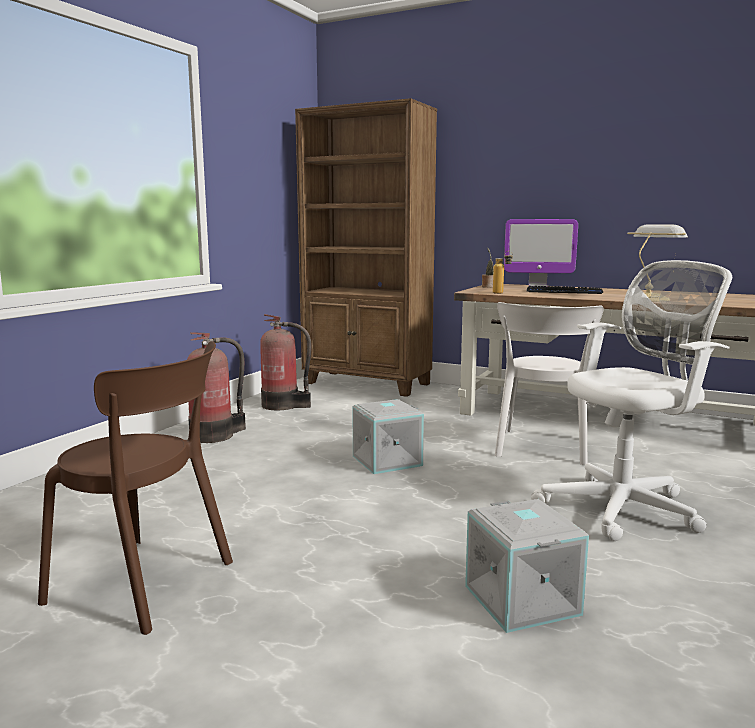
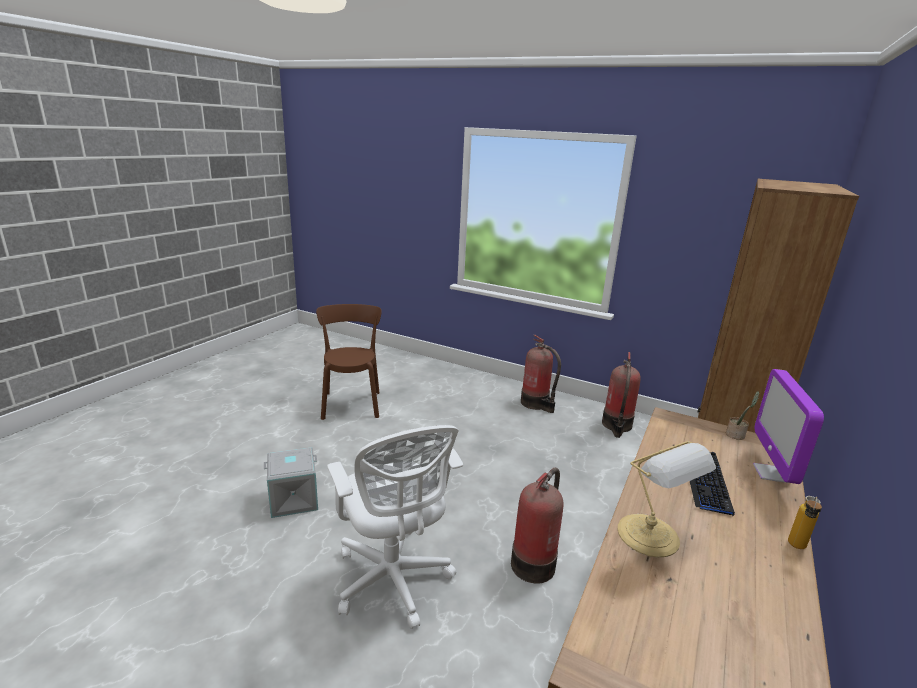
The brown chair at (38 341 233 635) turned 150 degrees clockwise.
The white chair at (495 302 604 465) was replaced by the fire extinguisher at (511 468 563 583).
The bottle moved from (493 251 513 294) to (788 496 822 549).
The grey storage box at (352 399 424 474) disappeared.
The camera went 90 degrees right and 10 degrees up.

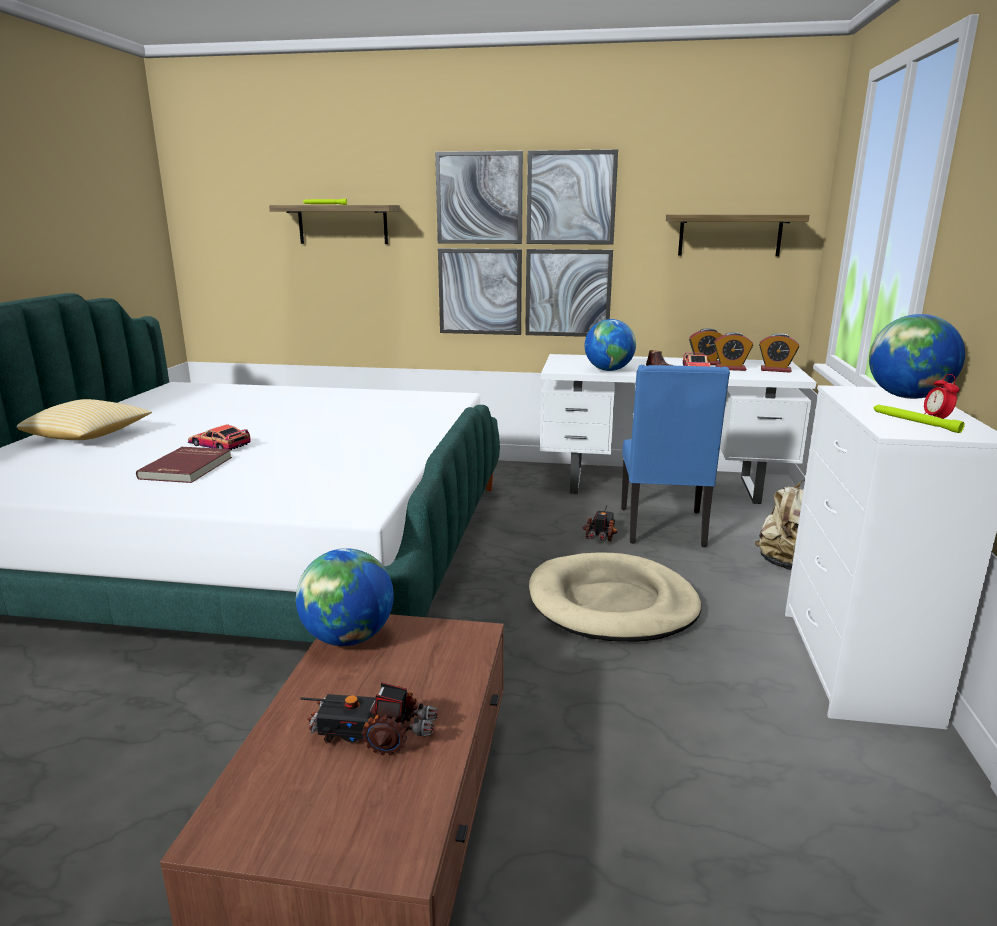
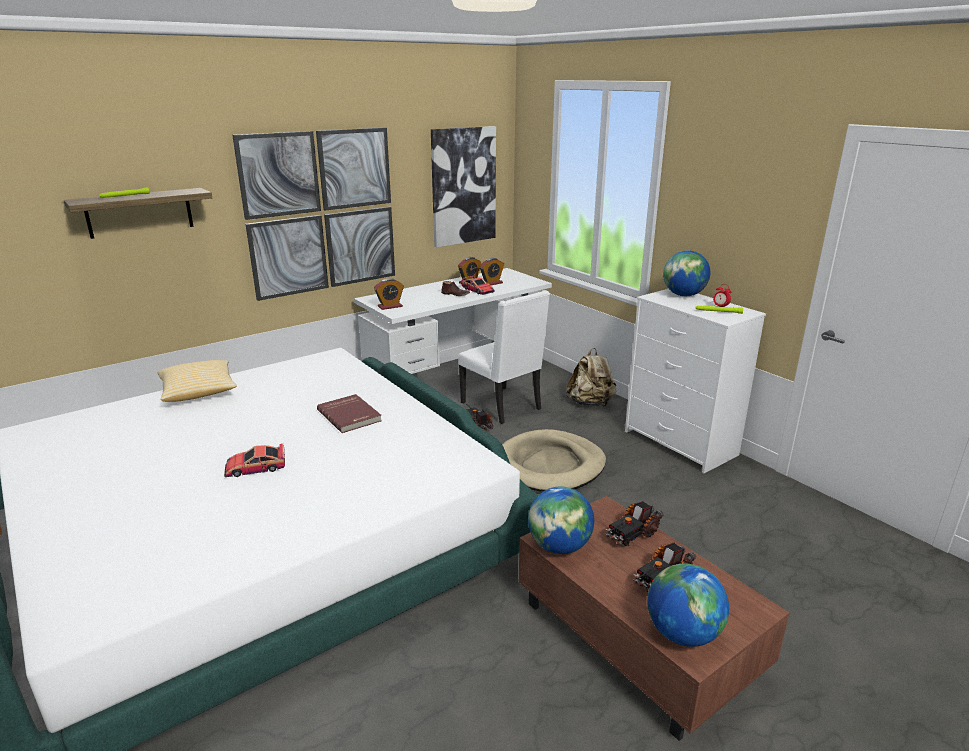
The pillow moved from (17 399 152 440) to (158 360 237 402).
The red book moved from (136 447 232 483) to (317 394 382 433).
The alarm clock moved from (759 333 799 373) to (374 278 404 310).
The shelf at (666 214 809 256) was replaced by the picture at (431 126 496 247).
The blue chair at (621 365 730 547) became the white chair at (458 290 550 424).
The toy truck at (605 501 664 546) appeared.
The globe moved from (585 319 636 371) to (647 564 729 647).
The camera went 45 degrees left and 5 degrees up.

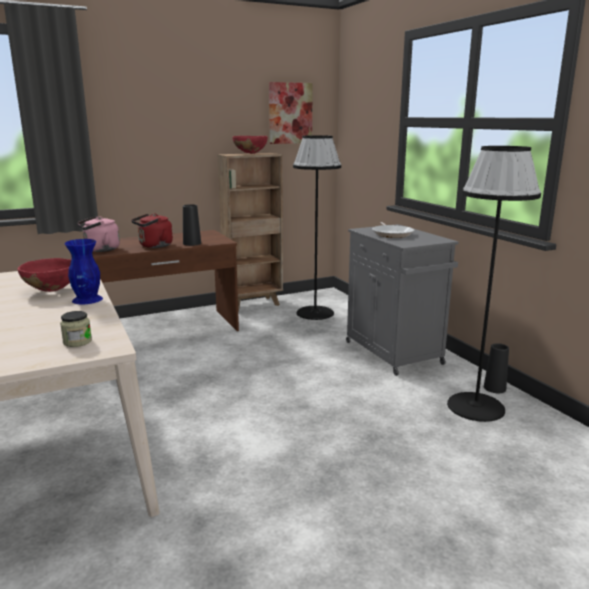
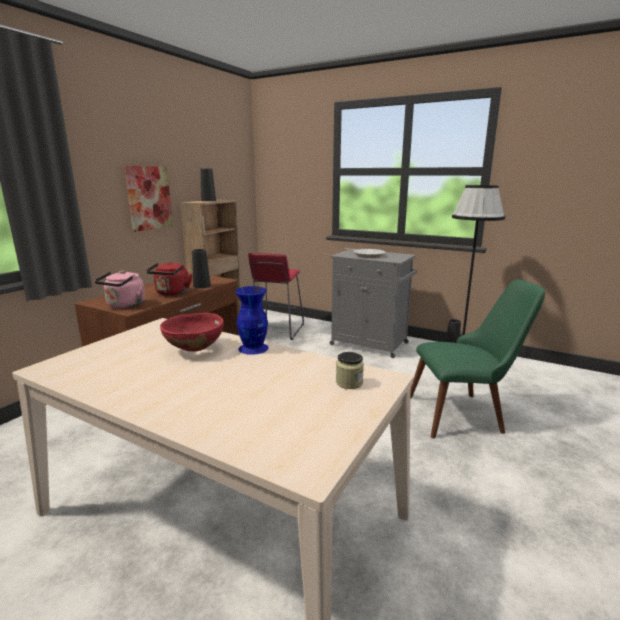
The picture moved from (269 82 313 144) to (124 166 173 232).
The red bowl at (232 136 268 154) was replaced by the black vase at (200 168 216 201).
The black floor lamp at (293 135 341 320) was replaced by the red stool at (248 253 304 340).
The green chair at (410 280 545 438) appeared.
The camera went 35 degrees left and 0 degrees up.

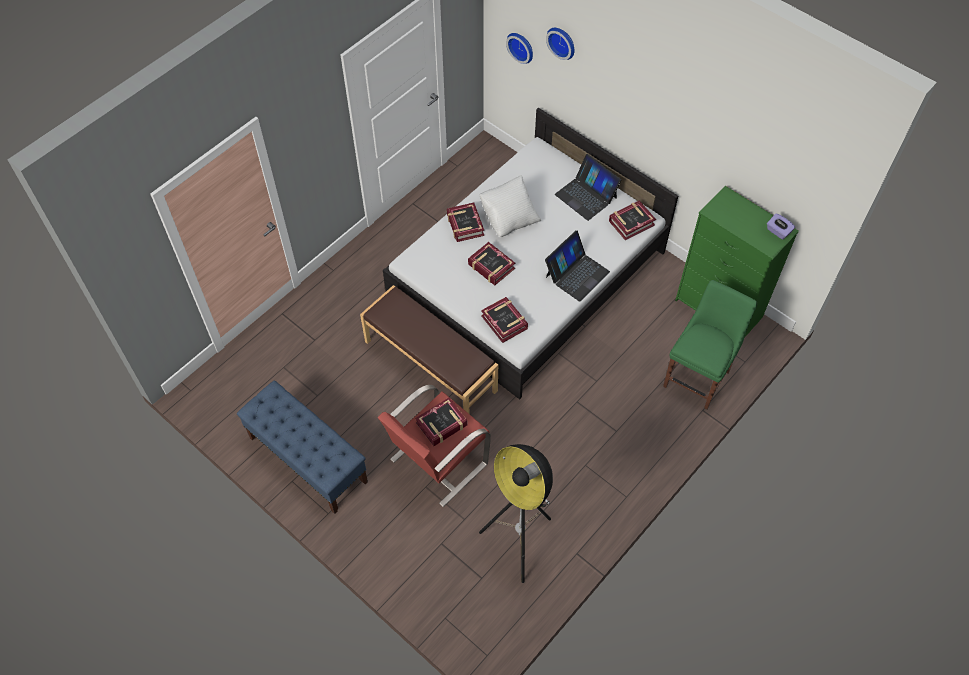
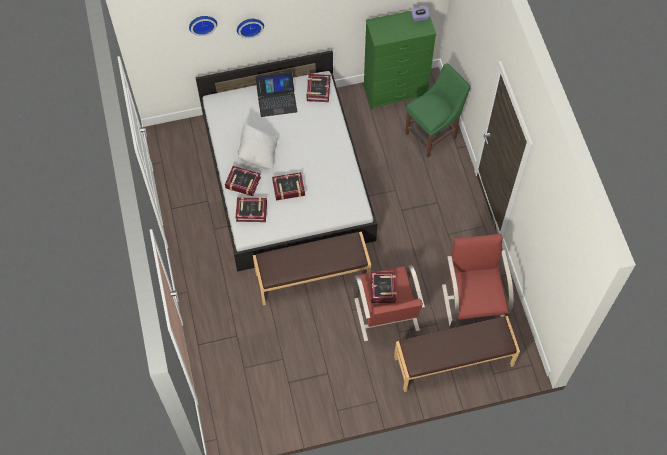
The book moved from (481 297 528 343) to (236 197 267 222).
The wall clock moved from (506 33 533 64) to (237 19 264 38).
The brown bench at (394 316 520 392) appeared.
The green chair at (663 280 757 409) turned 75 degrees clockwise.
The floor lamp at (479 444 553 583) was replaced by the red armchair at (442 234 514 328).
The blue bench at (237 380 368 514) disappeared.
The laptop at (545 230 610 302) disappeared.
The camera went 55 degrees left and 5 degrees up.

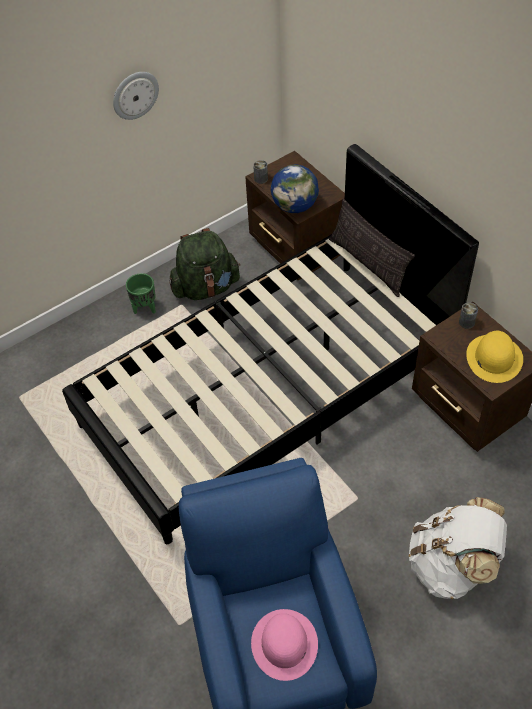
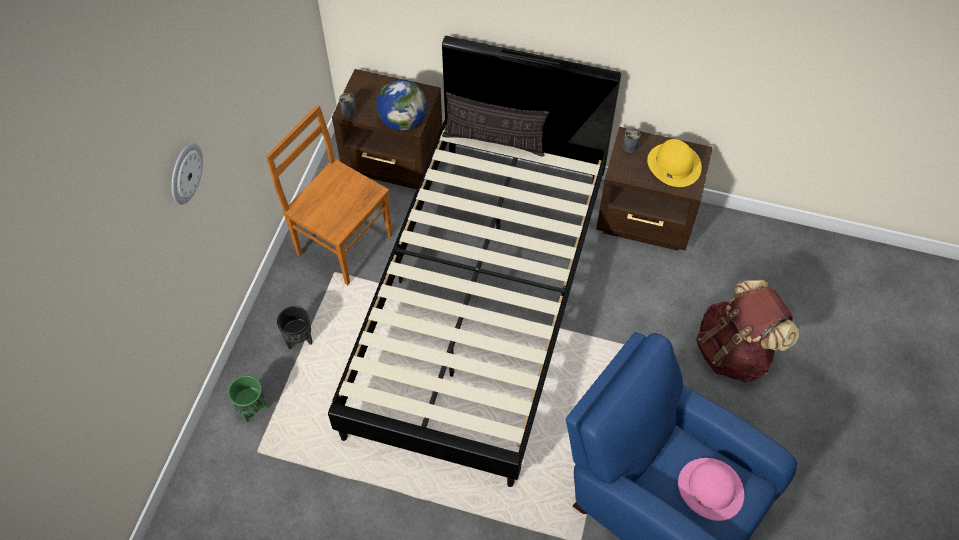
The wall clock moved from (113 72 159 120) to (171 143 203 205).
The green planter moved from (126 273 156 314) to (228 376 268 422).
The green backpack at (169 228 240 300) was replaced by the brown chair at (266 105 392 285).
The black planter at (277 306 313 350) appeared.
The white backpack at (409 497 507 599) became the brown backpack at (696 279 799 383).
The camera went 40 degrees left and 5 degrees up.

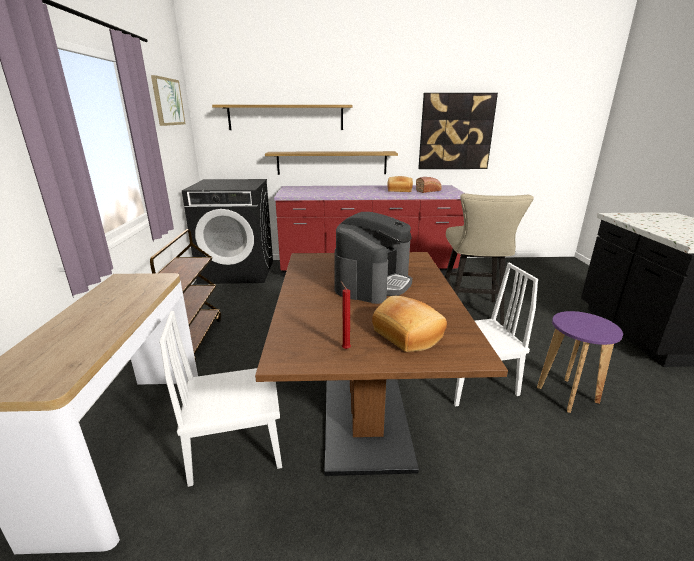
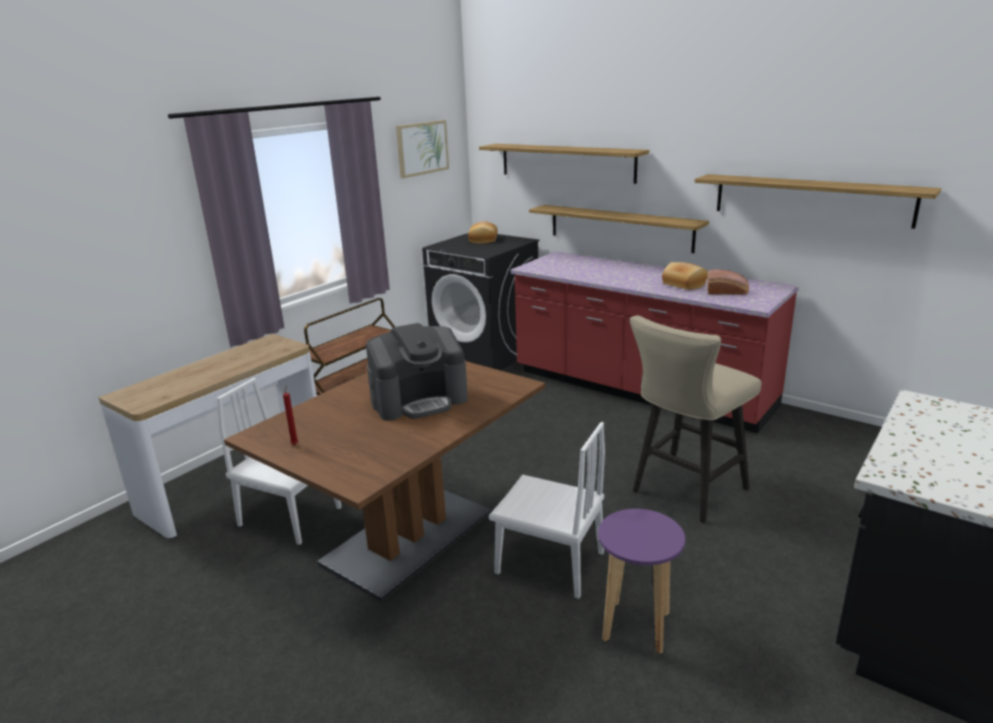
The bread moved from (372 296 447 352) to (468 221 498 244).
The picture at (418 93 498 169) was replaced by the shelf at (695 174 941 229).
The camera went 40 degrees right and 0 degrees up.

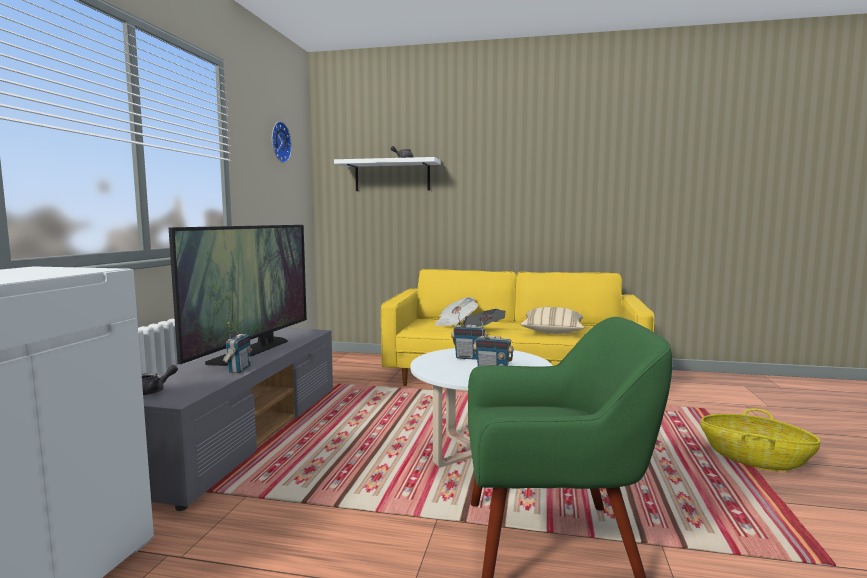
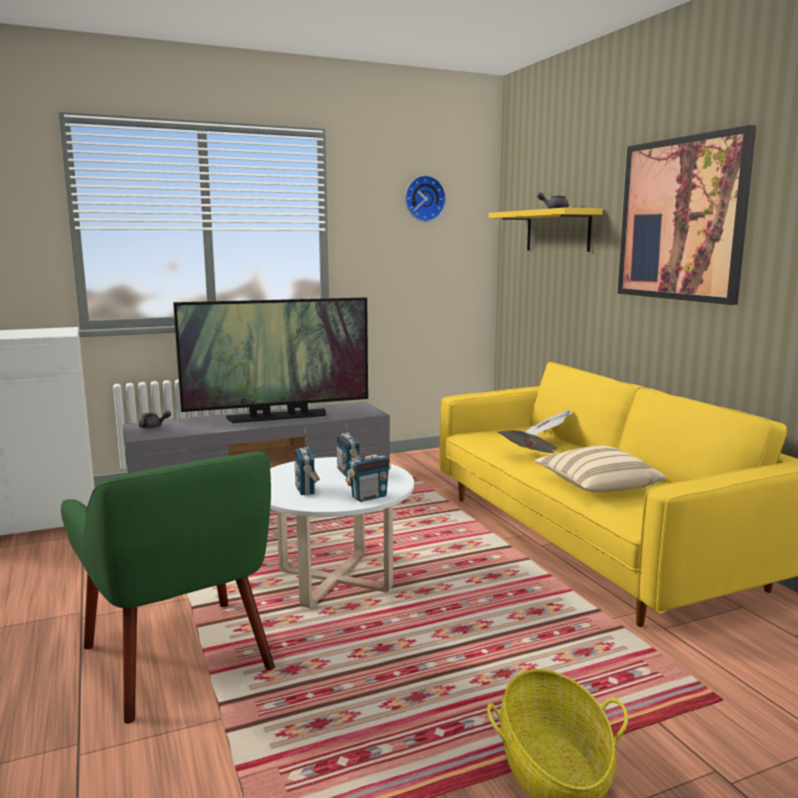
The radio moved from (223 322 252 373) to (346 439 391 502).
The white shelf at (334 157 441 191) became the yellow shelf at (489 208 603 252).
The picture at (618 125 756 305) appeared.
The camera went 55 degrees right and 5 degrees up.

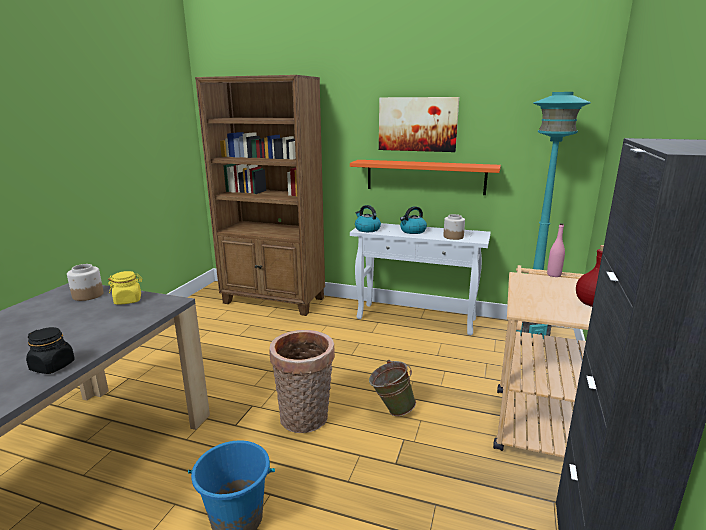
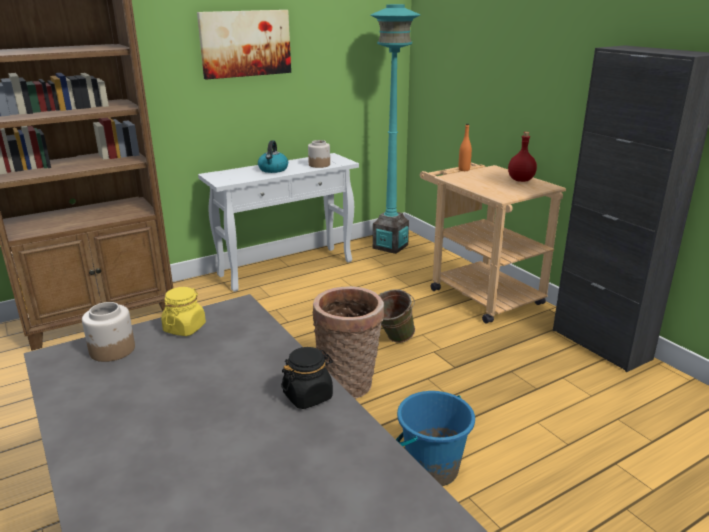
The pink bottle at (547 223 565 277) became the orange bottle at (458 124 472 171).
The orange shelf at (350 160 501 195) disappeared.
The kettle at (355 205 381 232) disappeared.
The camera went 50 degrees left and 5 degrees up.

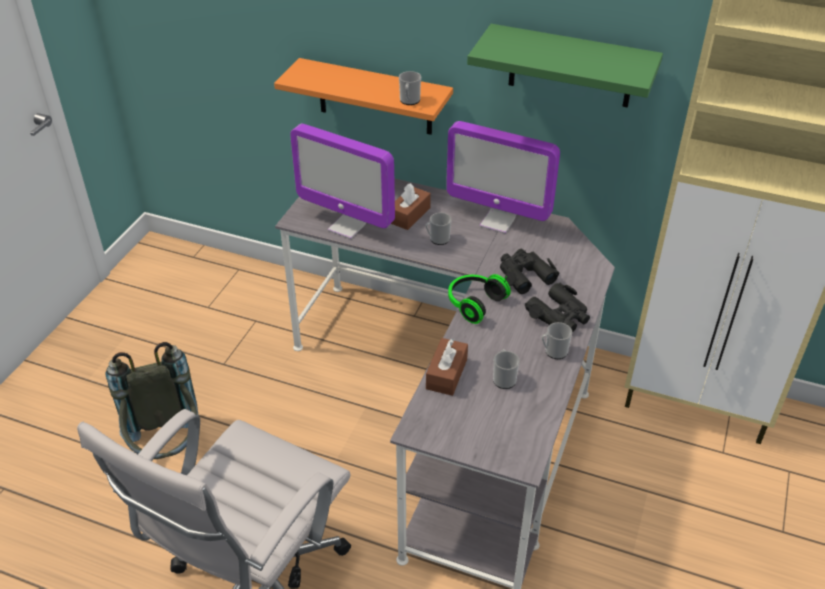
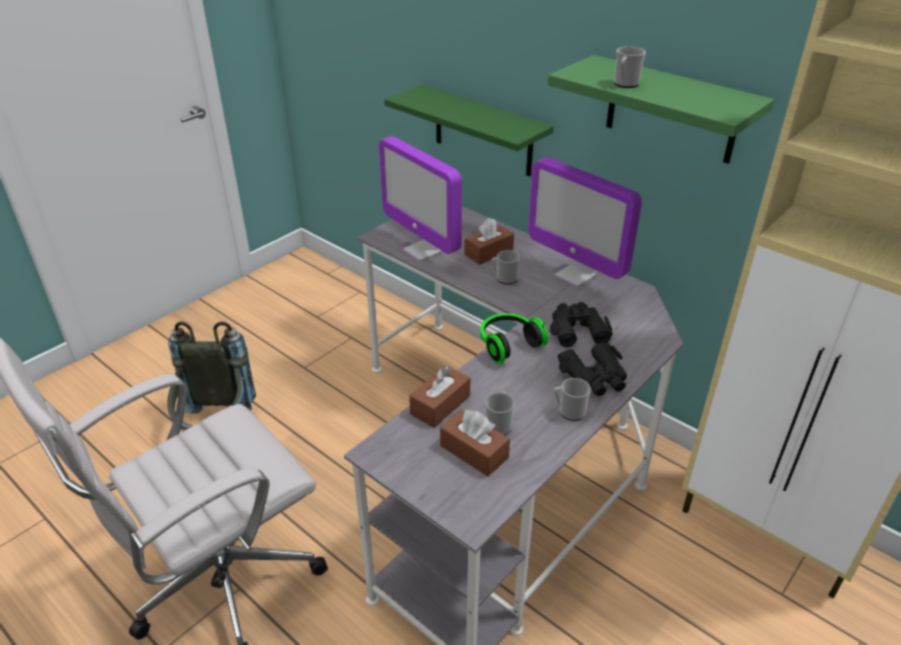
The orange shelf at (274 58 453 135) became the green shelf at (384 85 554 176).
The brown tissue box at (440 409 510 476) appeared.
The mug moved from (399 71 421 105) to (614 47 646 88).
The camera went 20 degrees right and 5 degrees down.

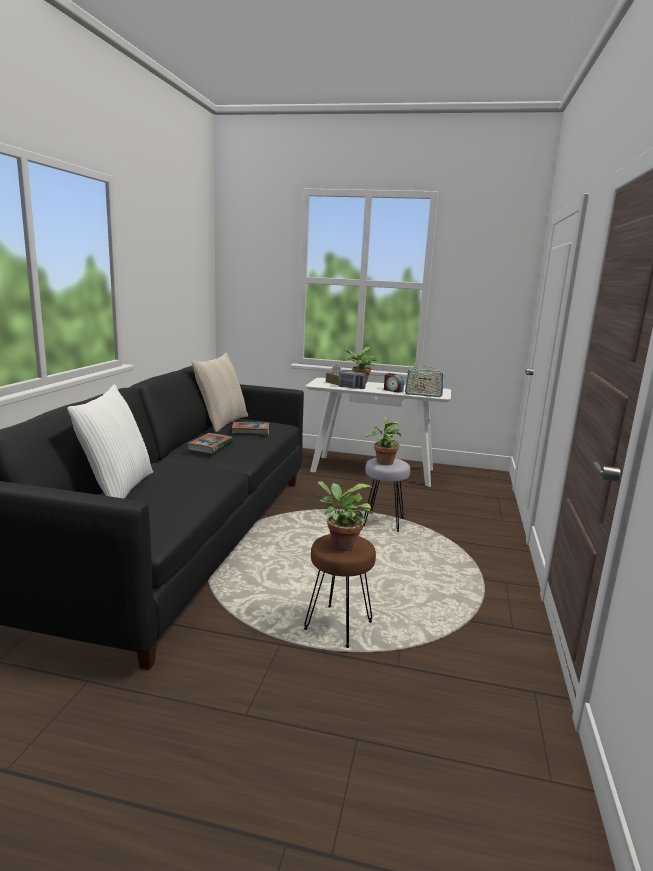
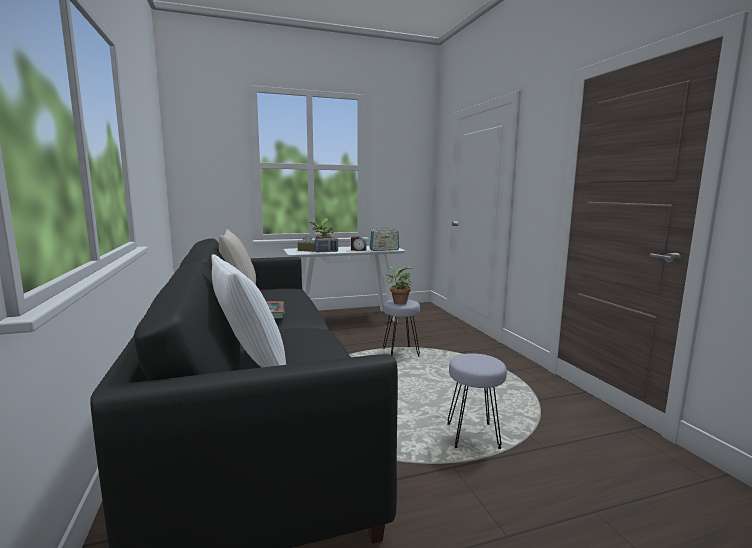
The brown stool at (304 534 376 648) became the grey stool at (447 353 507 449).
The book at (232 422 269 435) disappeared.
The potted plant at (317 481 373 551) disappeared.
The camera went 30 degrees left and 5 degrees down.

